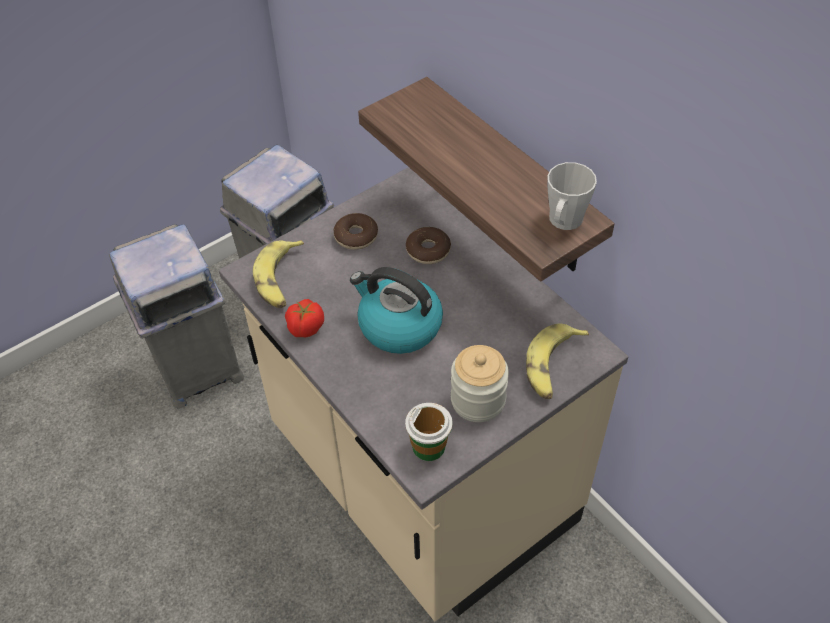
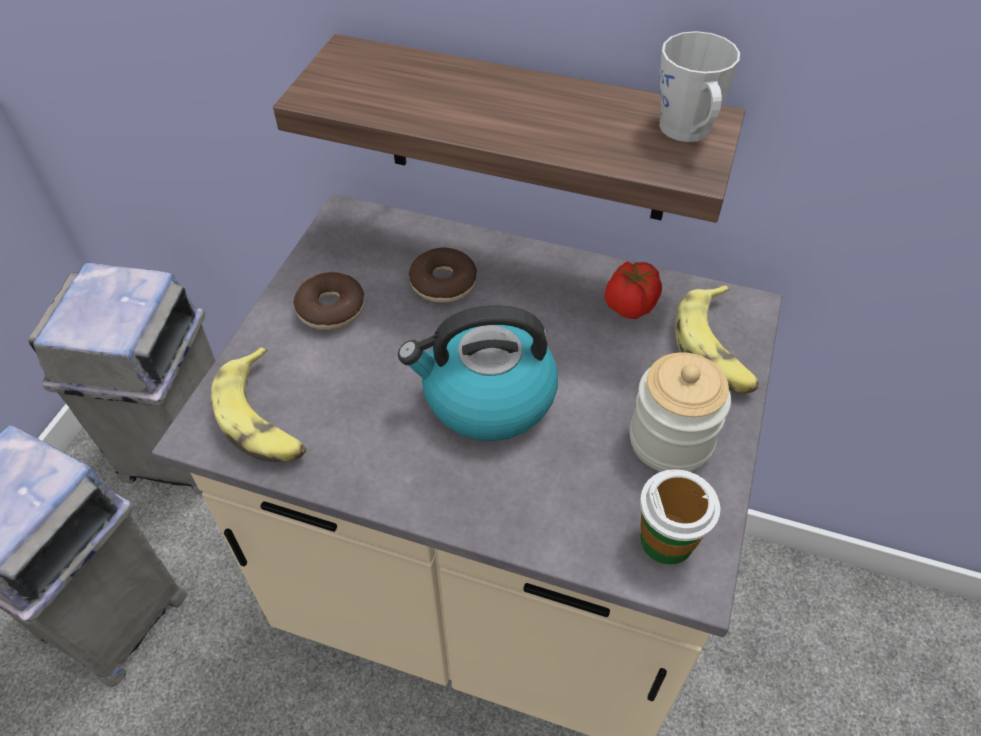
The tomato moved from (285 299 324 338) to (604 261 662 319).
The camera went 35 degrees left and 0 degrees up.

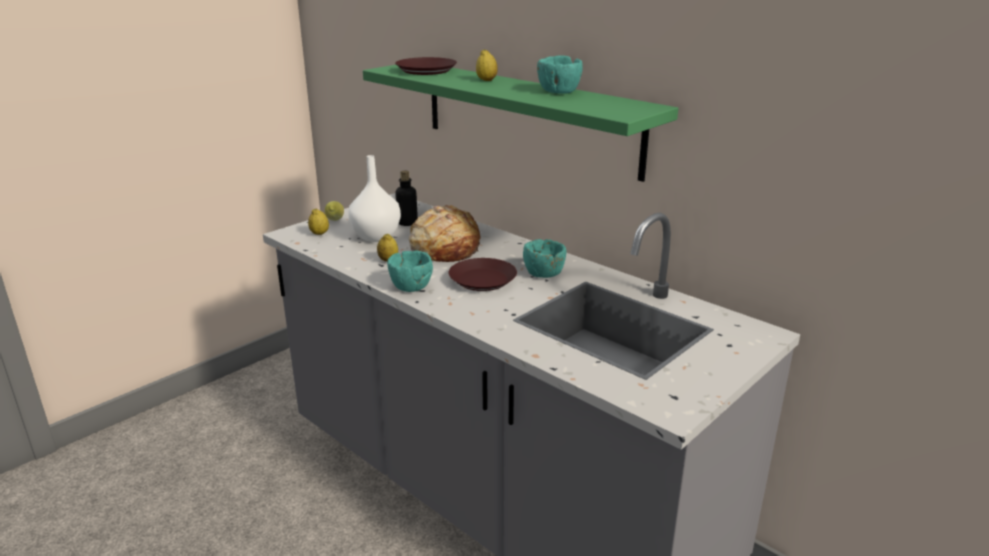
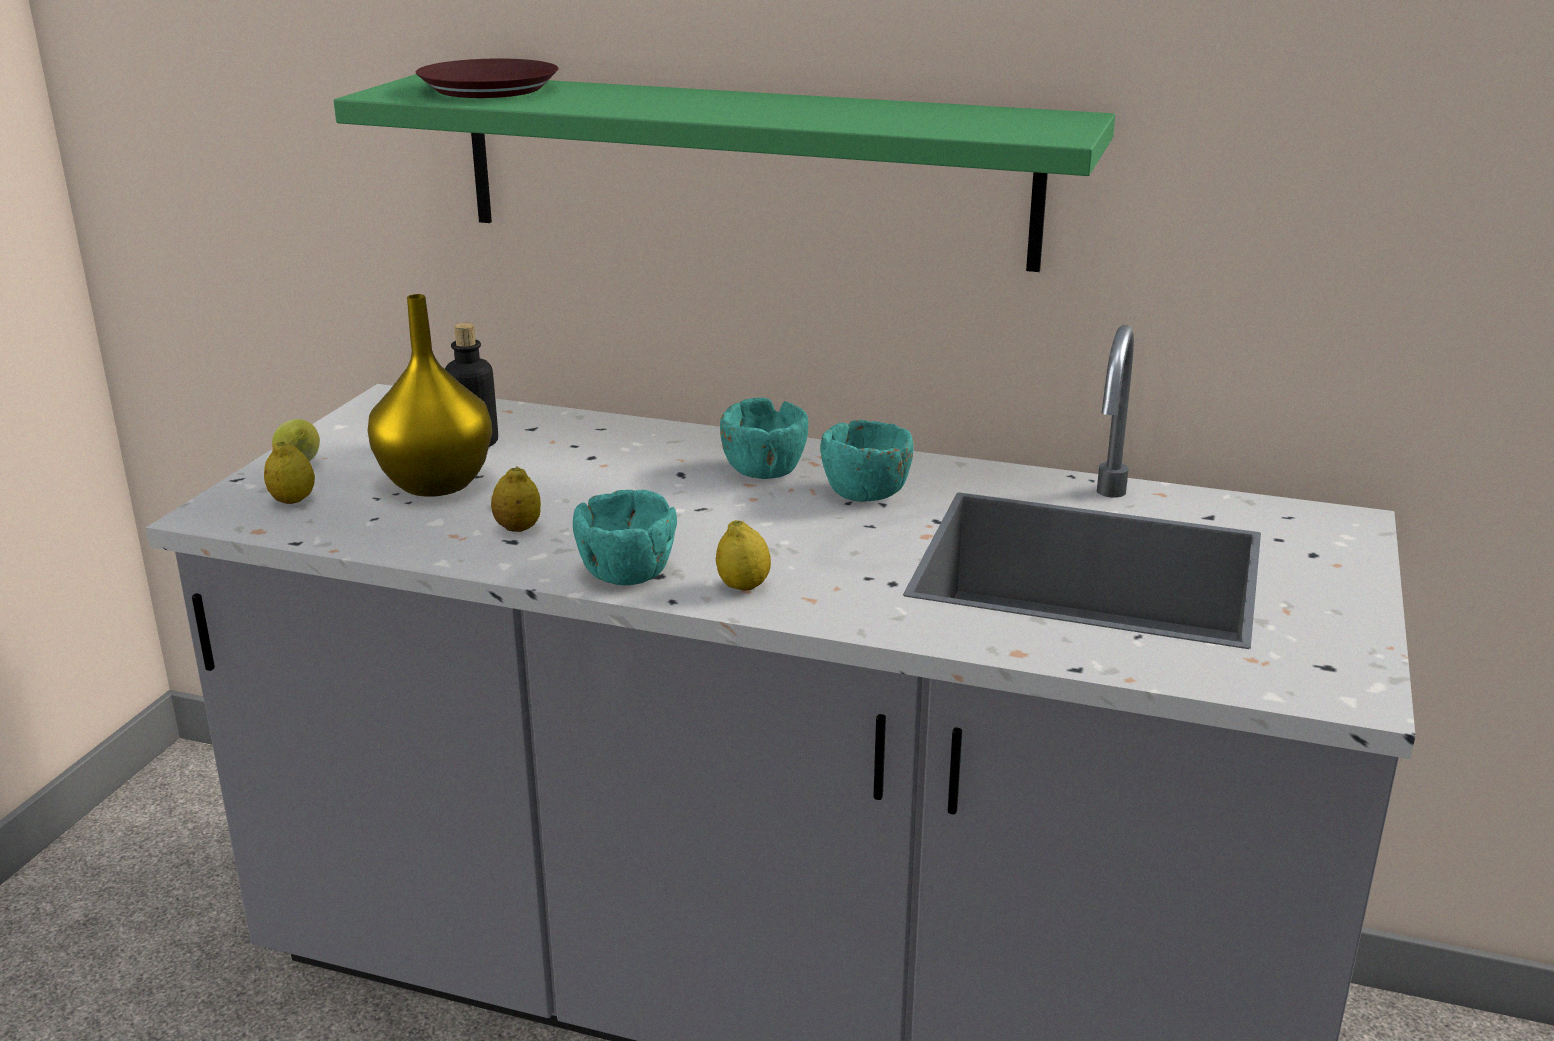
The white vase at (348 155 401 242) became the yellow vase at (368 294 492 497).
The lemon moved from (476 49 498 81) to (716 520 771 591).
The turquoise bowl moved from (537 55 582 94) to (720 398 808 479).
The bread at (409 205 481 262) disappeared.
The brown plate at (449 258 517 291) disappeared.
The camera went 25 degrees left and 0 degrees up.

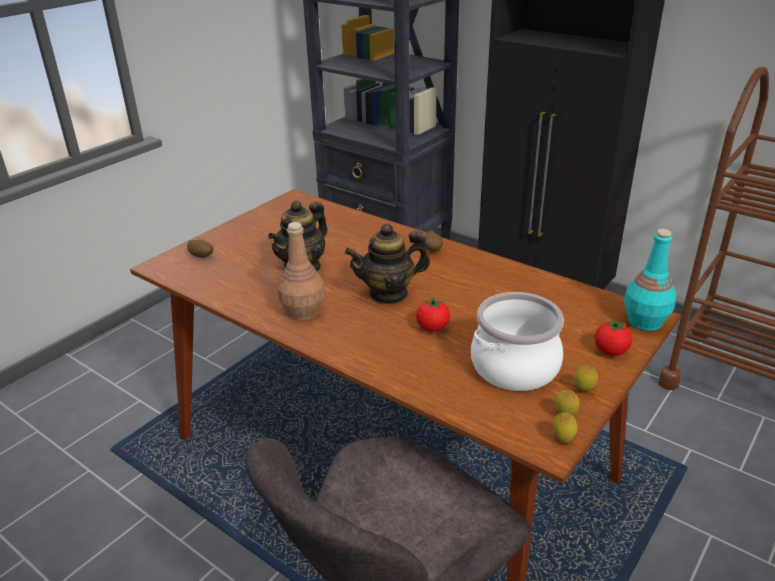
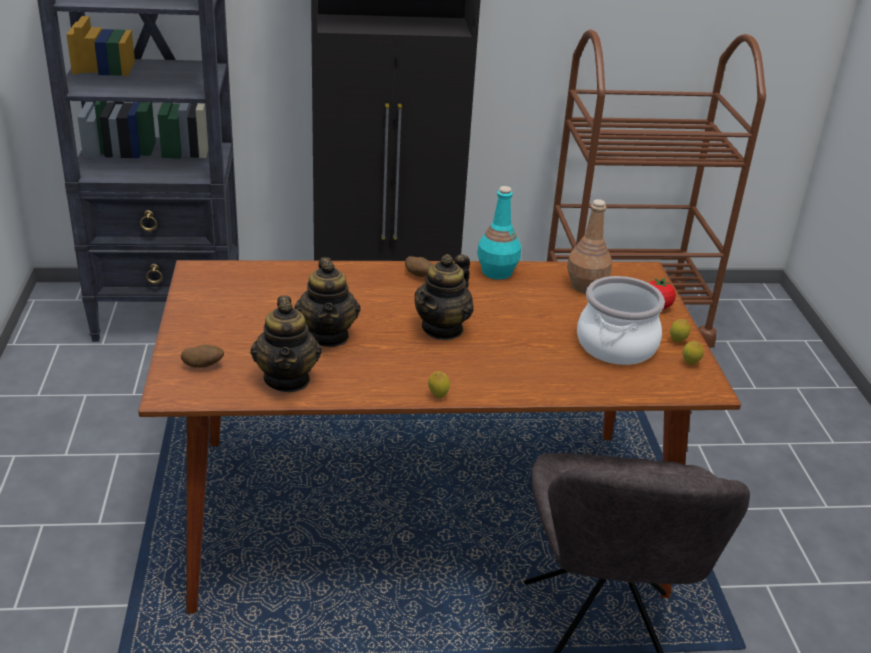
The teapot at (250 296 322 392) appeared.
The lemon moved from (552 412 577 443) to (428 371 450 398).
The turquoise bottle moved from (624 229 676 331) to (477 186 521 280).
The brown bottle moved from (278 222 325 321) to (567 199 612 294).
The tomato at (416 296 450 332) disappeared.
The camera went 45 degrees left and 0 degrees up.

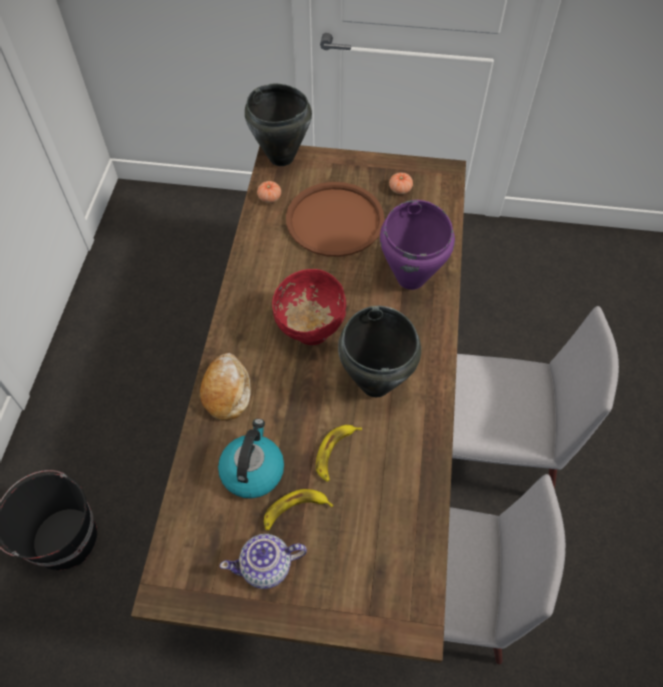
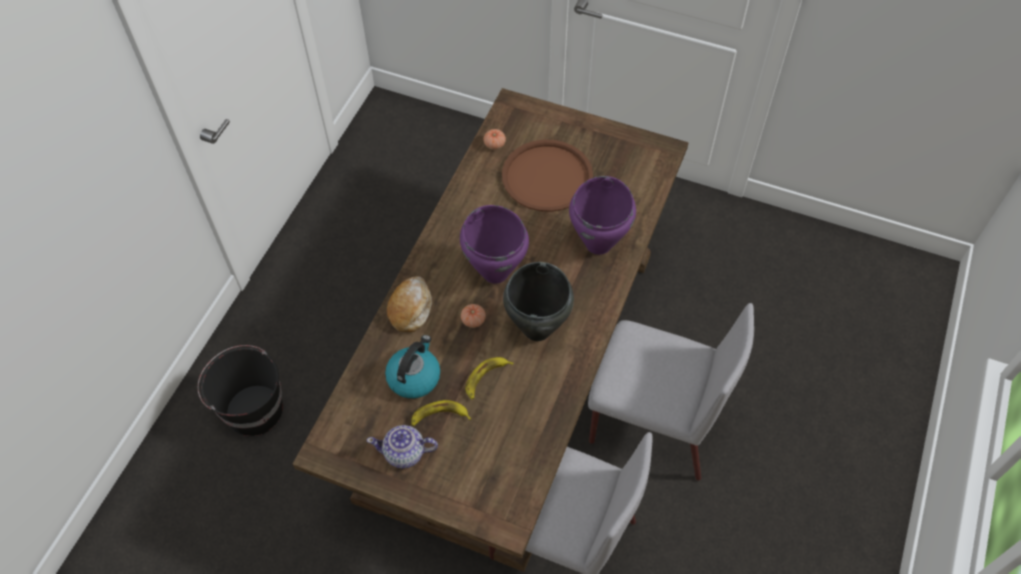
The red bowl at (272 269 346 345) was replaced by the purple cooking pot at (460 205 529 283).
The tomato moved from (389 172 413 194) to (461 304 486 328).
The black cooking pot at (245 84 312 166) disappeared.
The camera went 15 degrees right and 0 degrees up.

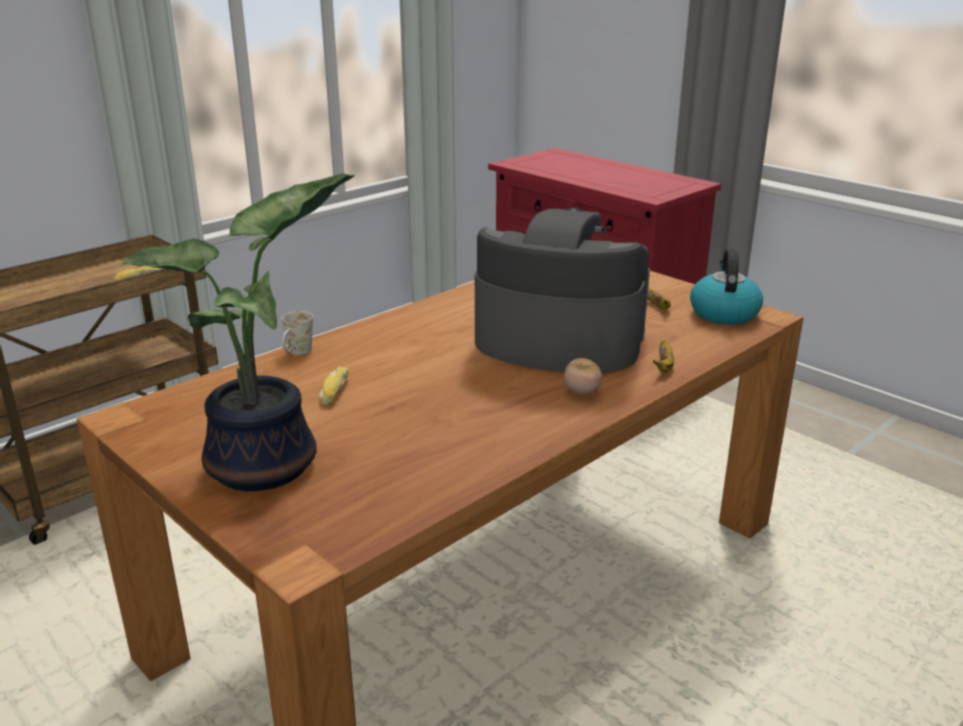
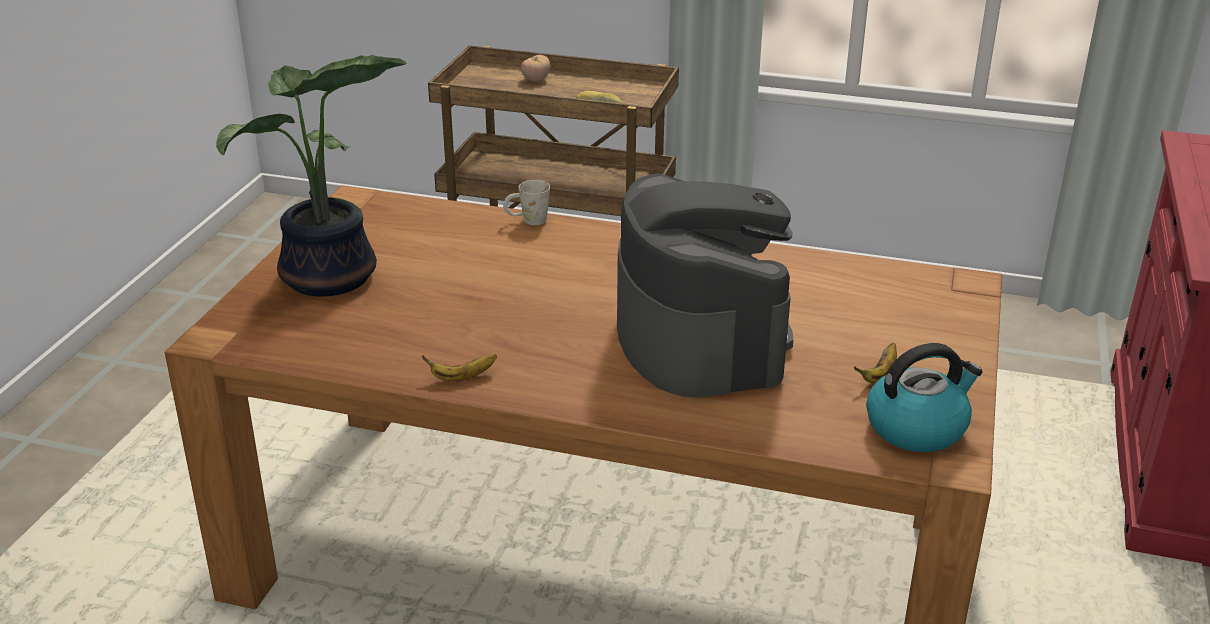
The banana moved from (653 340 674 372) to (422 354 497 381).
The tomato moved from (564 358 602 395) to (521 55 551 81).
The bread at (319 367 349 405) disappeared.
The camera went 60 degrees right and 5 degrees up.

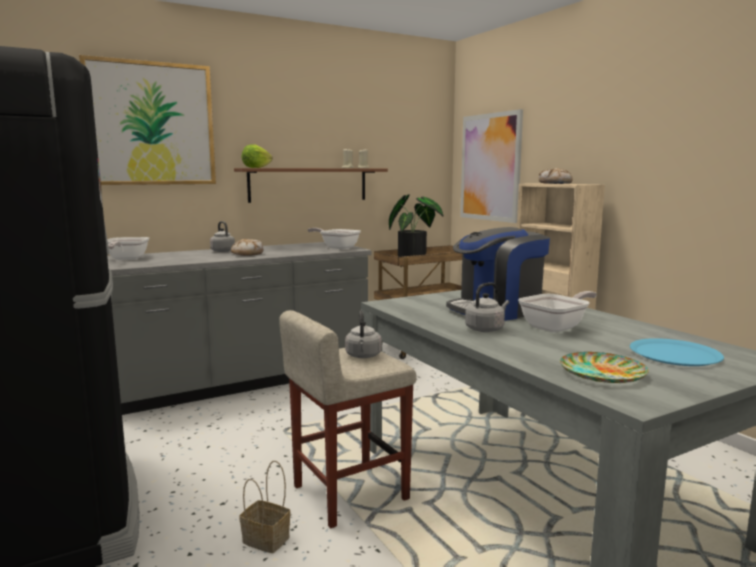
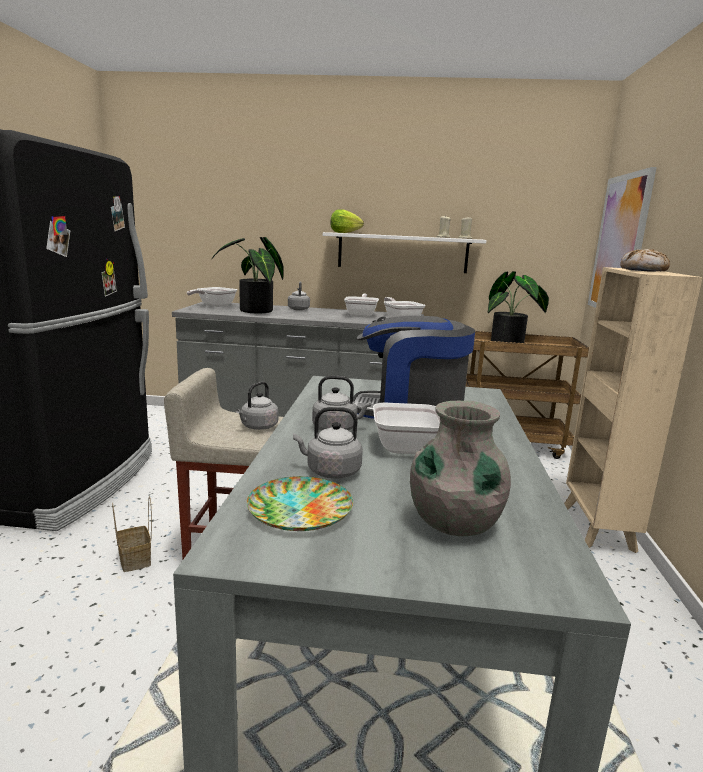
The potted plant at (212 237 284 313) appeared.
The grey kettle at (293 407 363 479) appeared.
The brown shelf at (234 168 388 203) became the white shelf at (323 232 487 273).
The frying pan at (344 294 379 317) appeared.
The blue plate at (630 338 724 366) was replaced by the grey vase at (410 401 511 536).
The picture at (79 55 216 185) disappeared.
The bread at (231 239 263 256) disappeared.
The camera went 35 degrees right and 5 degrees up.

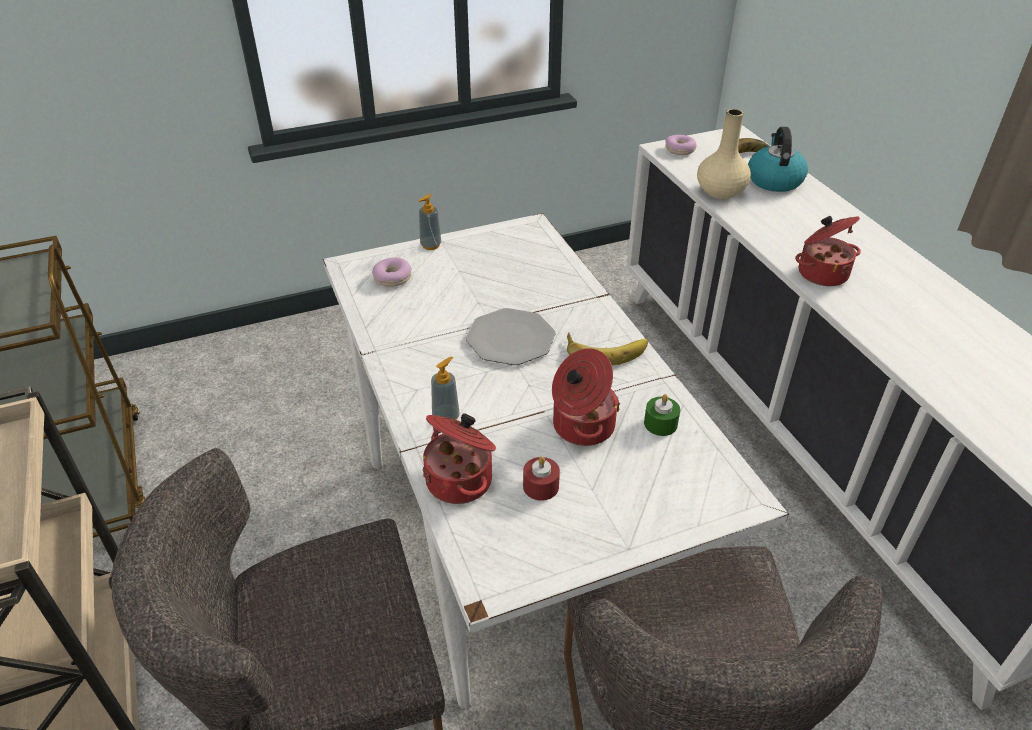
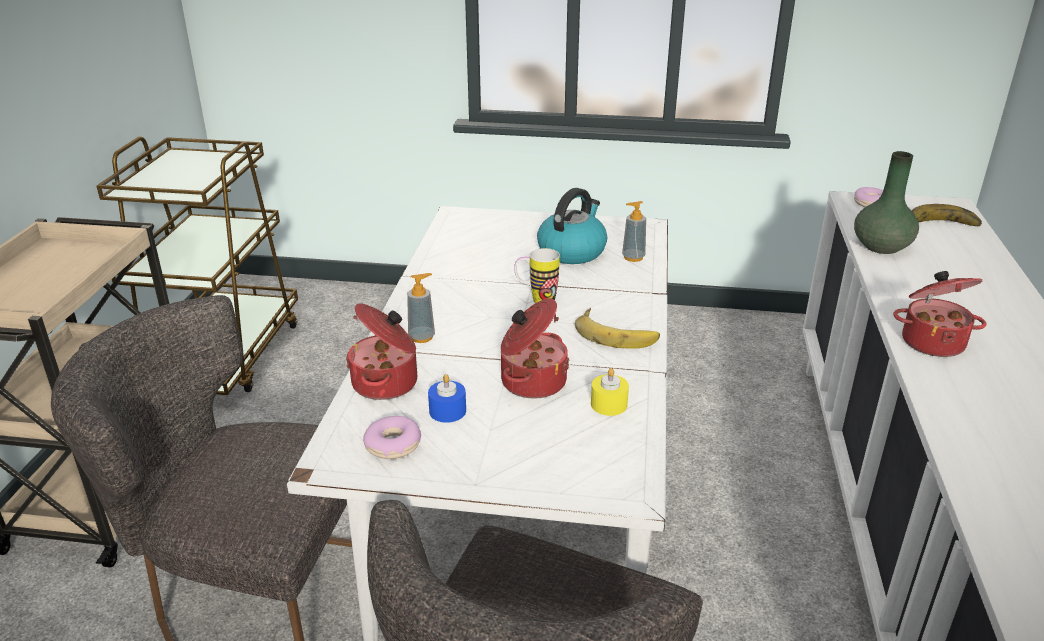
The donut moved from (372 258 411 287) to (363 416 421 459).
The red candle at (523 456 560 501) became the blue candle at (428 374 466 423).
The plate at (466 308 556 365) was replaced by the mug at (514 248 560 303).
The kettle moved from (748 127 808 192) to (537 188 607 264).
The green candle at (644 394 680 436) became the yellow candle at (591 368 629 416).
The soap dispenser moved from (418 194 441 250) to (622 201 646 262).
The beige vase at (697 109 751 199) became the green vase at (854 151 919 254).
The camera went 30 degrees right and 10 degrees down.

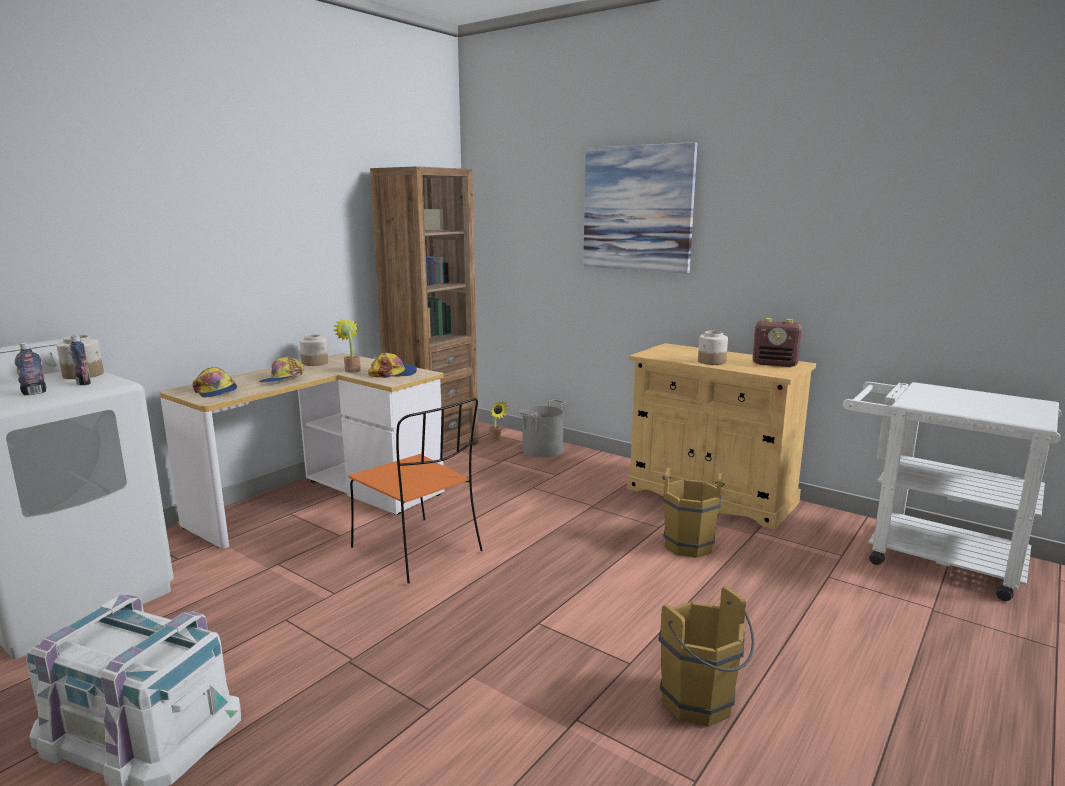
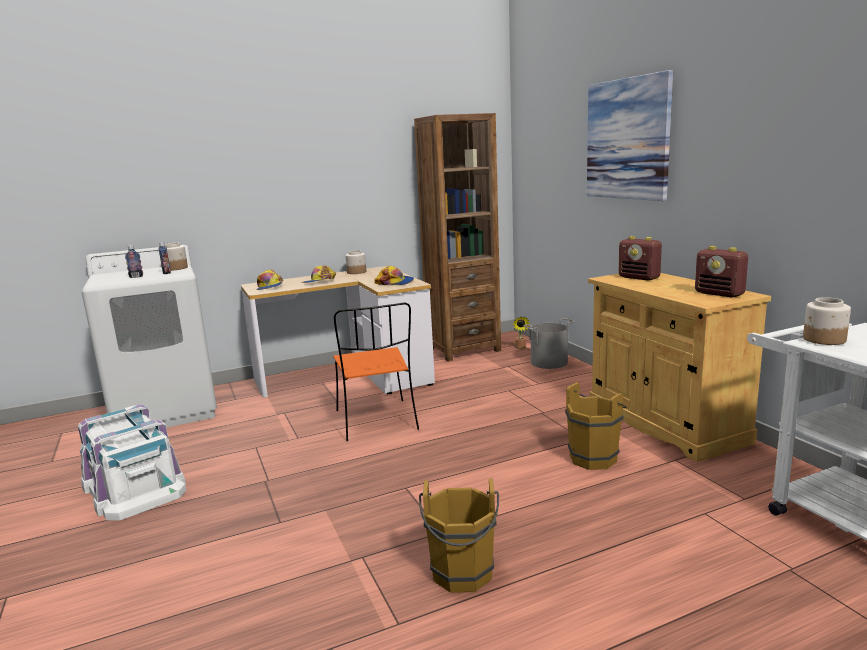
The radio at (618 236 662 281) appeared.
The jar moved from (698 331 728 365) to (803 297 851 345).
The potted plant at (333 318 361 373) disappeared.
The camera went 30 degrees right and 0 degrees up.

